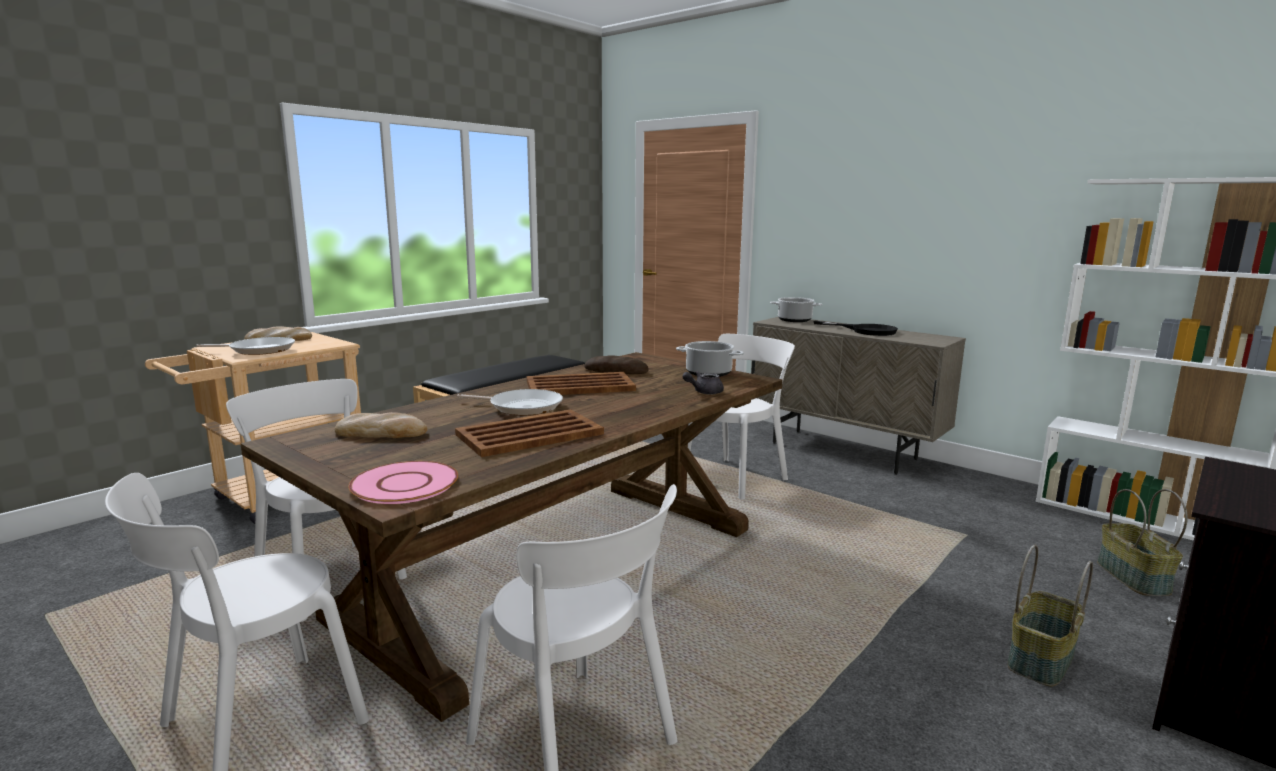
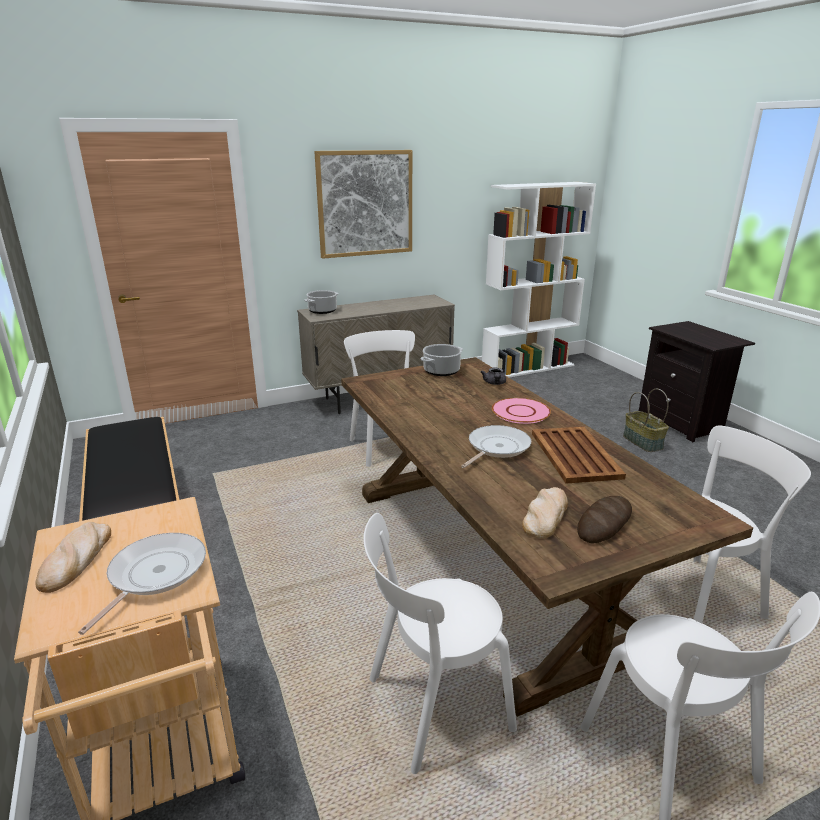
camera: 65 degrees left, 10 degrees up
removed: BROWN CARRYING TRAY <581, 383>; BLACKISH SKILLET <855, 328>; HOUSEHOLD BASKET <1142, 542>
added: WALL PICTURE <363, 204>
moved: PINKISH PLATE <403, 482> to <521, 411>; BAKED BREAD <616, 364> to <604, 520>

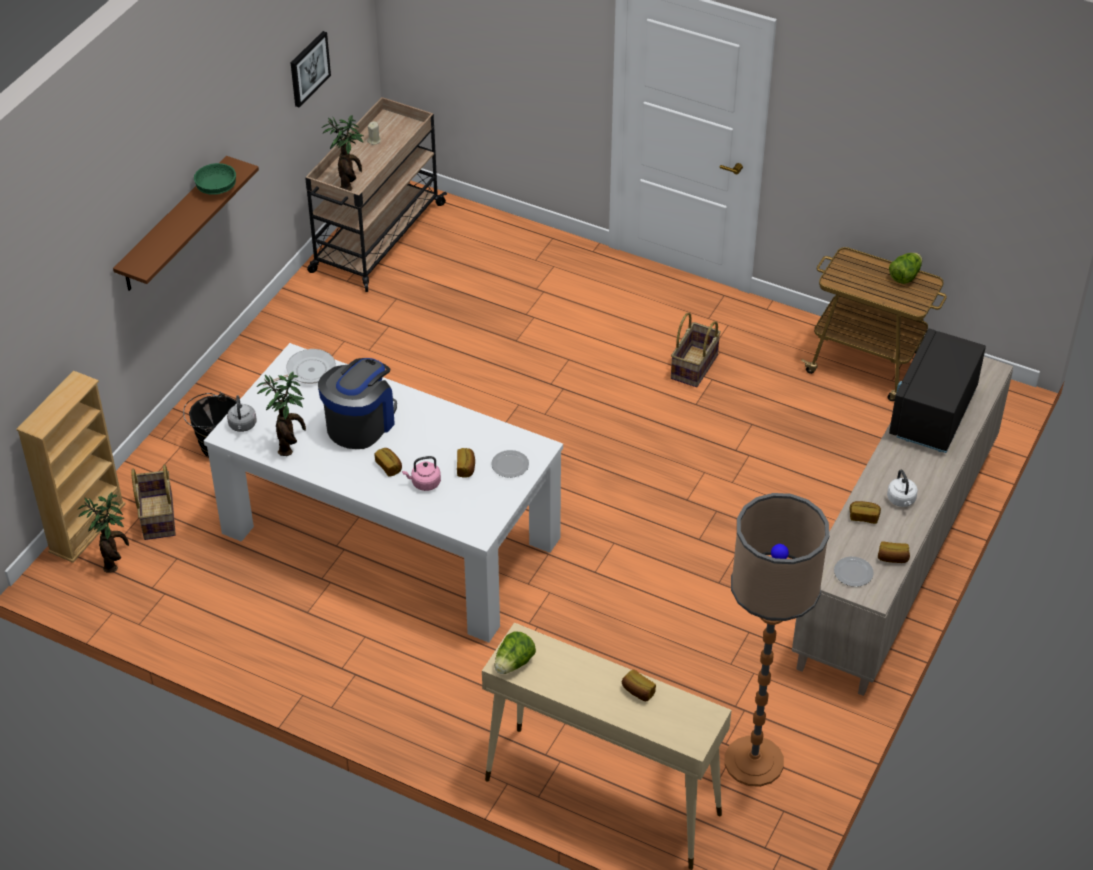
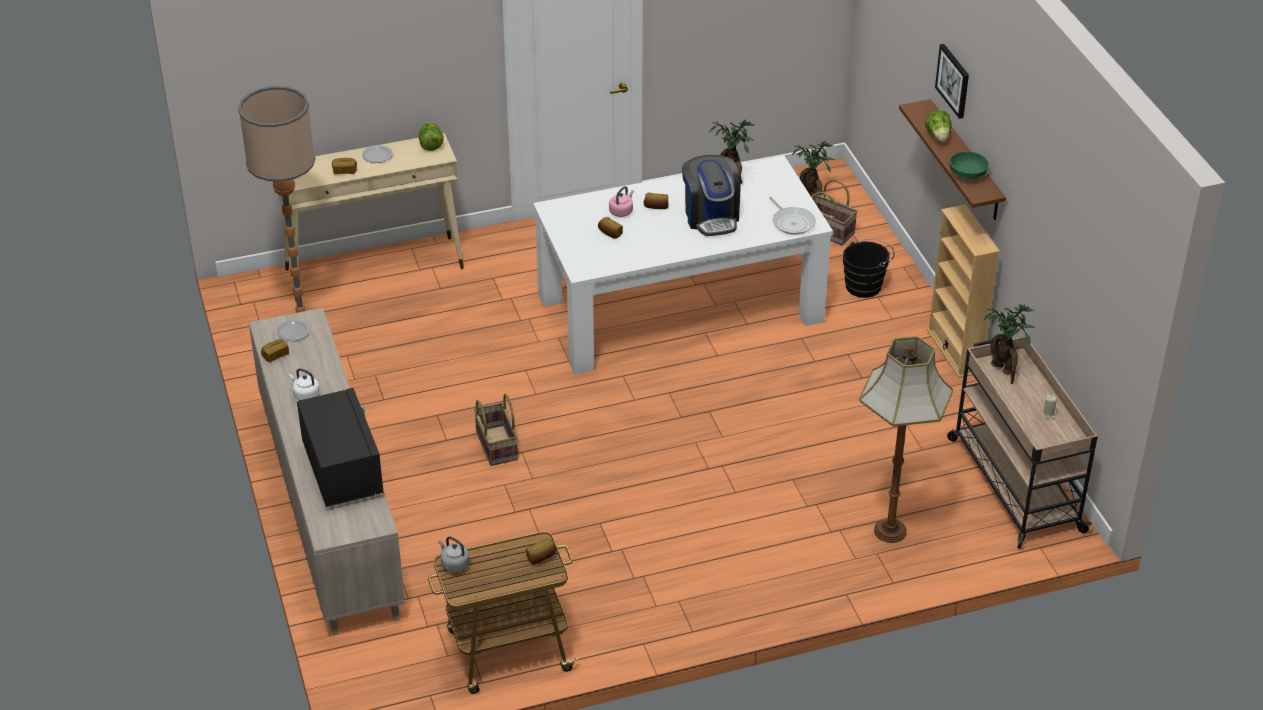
camera: 135 degrees right, 5 degrees down
added: FLOOR LAMP <906, 439>
moved: SAND-COLOURED BOOKSHELF <71, 466> to <963, 291>; GREY KETTLE <242, 413> to <454, 554>; WALL PICTURE <311, 69> to <952, 81>; PLATE <510, 464> to <377, 154>; HOUSEHOLD BASKET <696, 350> to <496, 430>; BAKED BREAD <865, 512> to <541, 551>; HEAD OF LETTUCE <905, 268> to <938, 126>
turned: SKILLET <299, 367> = <792, 216> 45 degrees counterclockwise

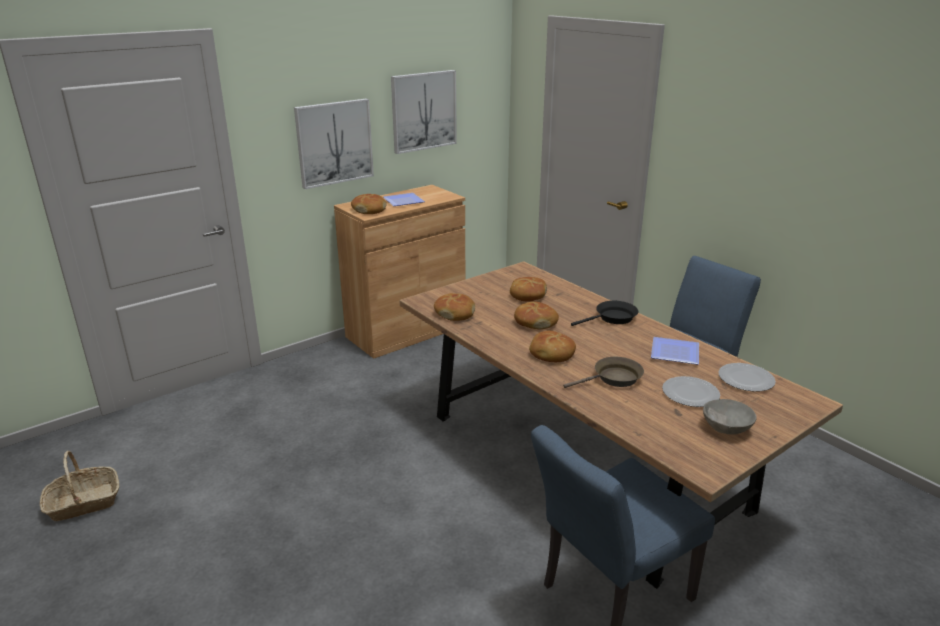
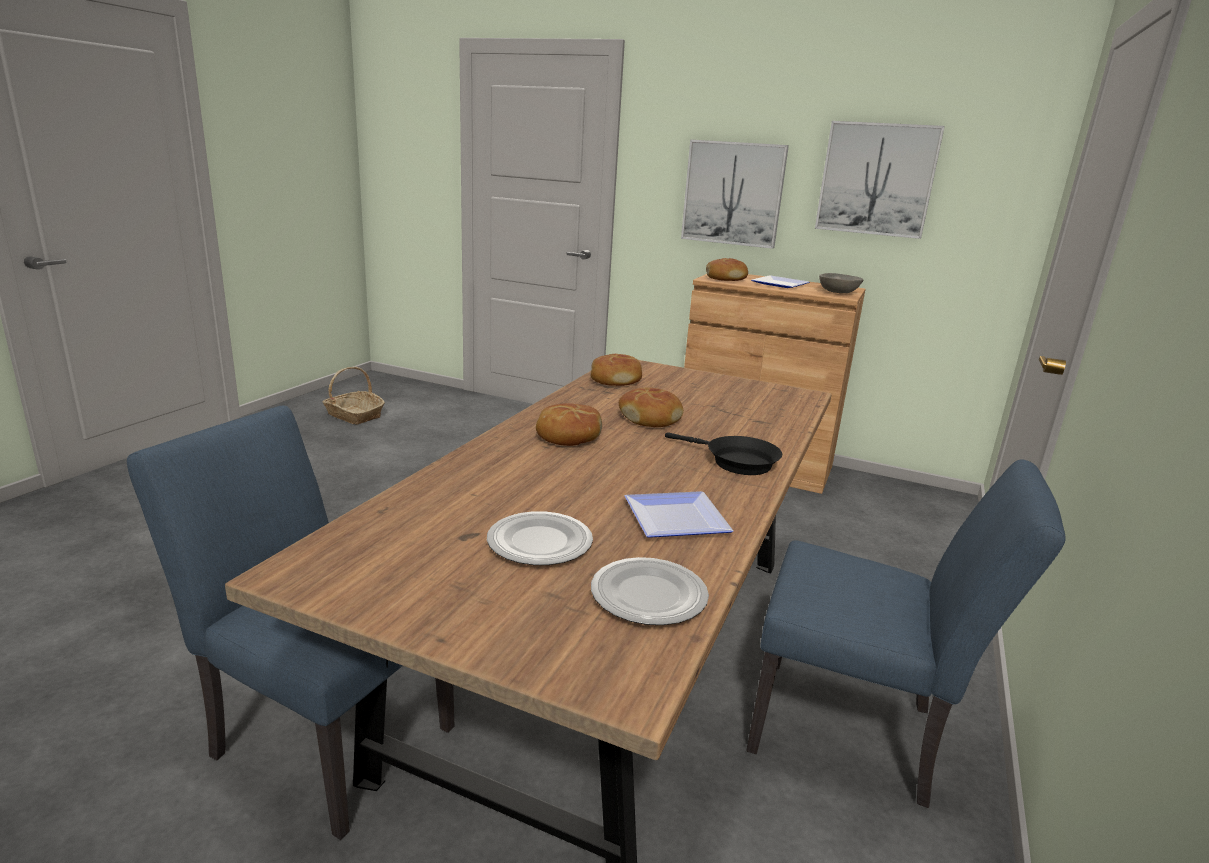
camera: 60 degrees right, 5 degrees down
removed: BAKED BREAD <528, 289>; BROWN SKILLET <603, 372>
moved: GREY DEEP DISH <730, 416> to <841, 283>

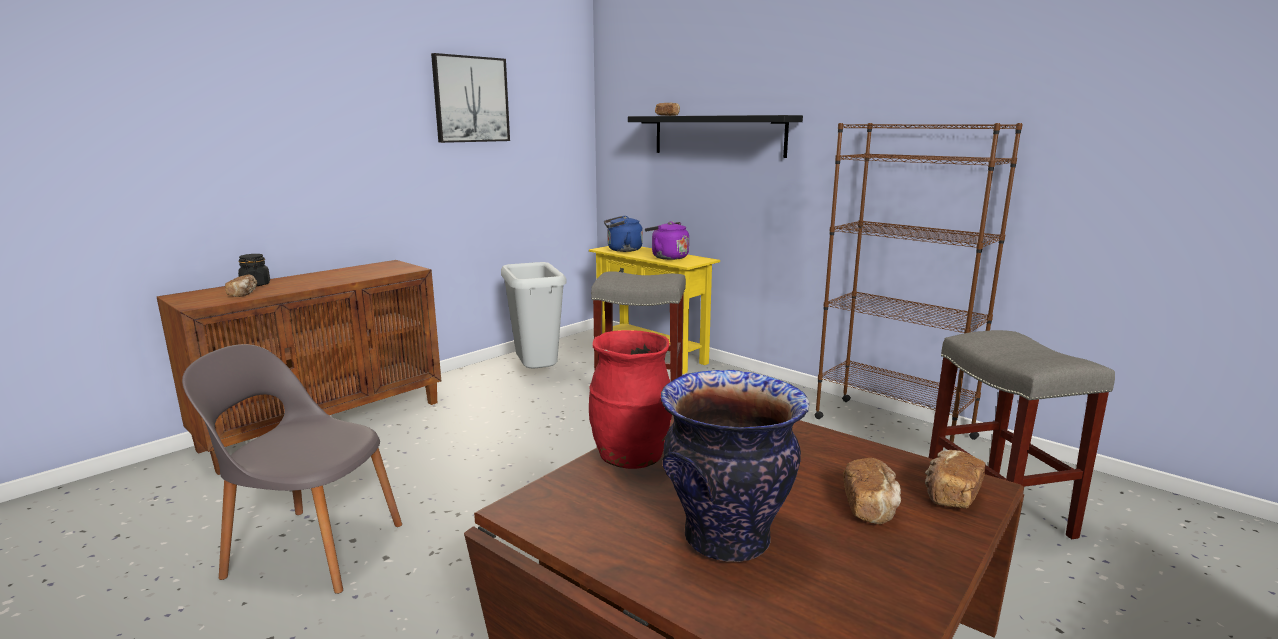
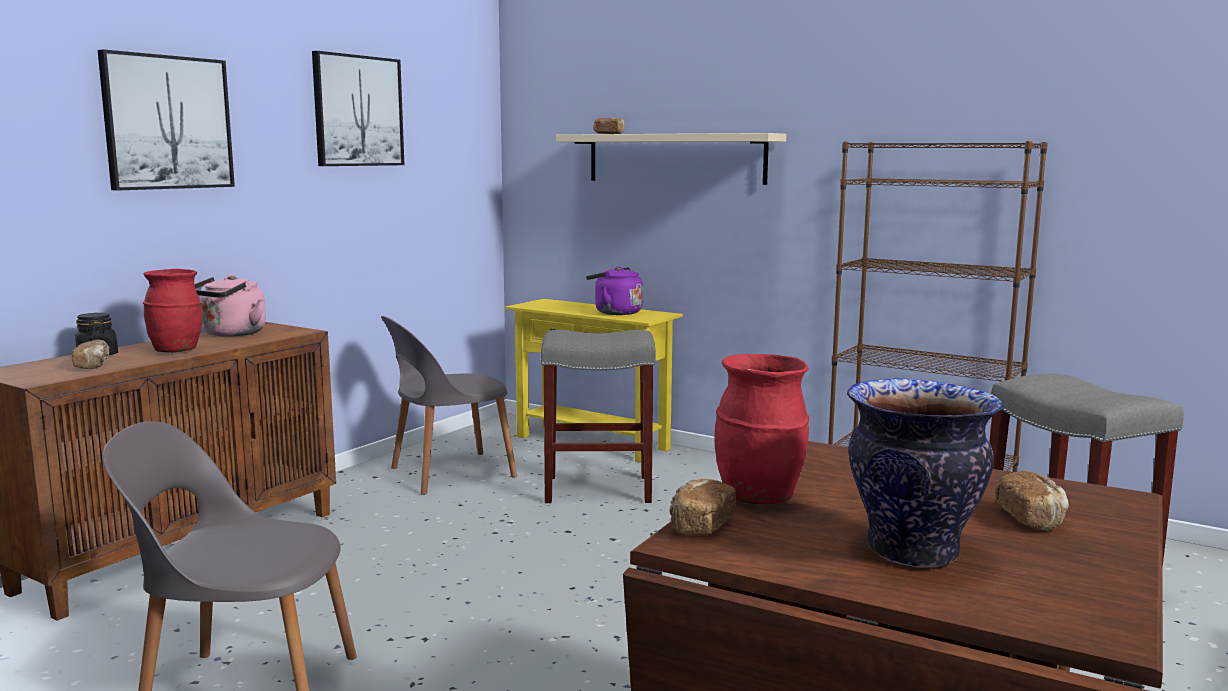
camera: 10 degrees left, 5 degrees down
removed: BLUISH KETTLE <623, 234>
added: WALL PICTURE <166, 120>; REDDISH FLOWER VASE <172, 310>; PINKISH KETTLE <230, 306>
moved: BAKED BREAD <955, 479> to <703, 507>
replaced: GREY WASTE BIN <534, 315> to GREY UPRIGHT CHAIR <449, 405>
recoloured: BLACKISH BRACKET SHELF <715, 136> to SAND-COLOURED BRACKET SHELF <671, 159>

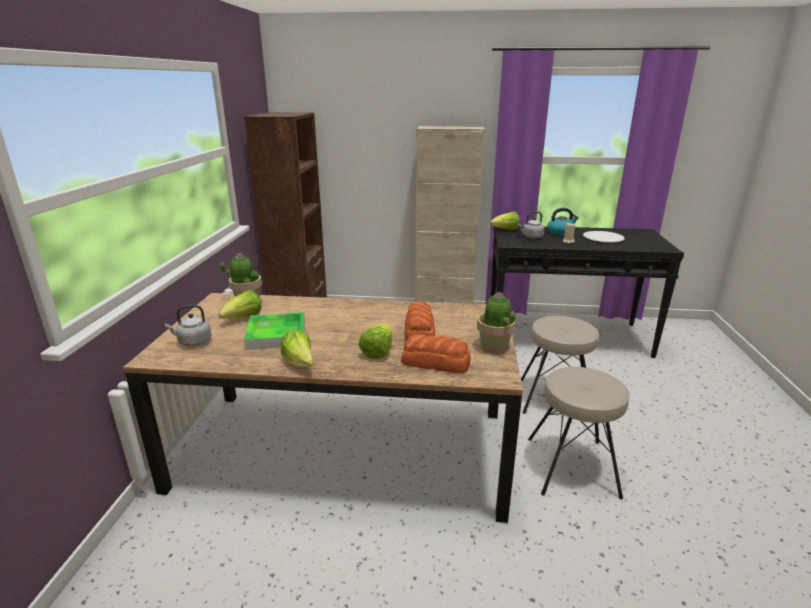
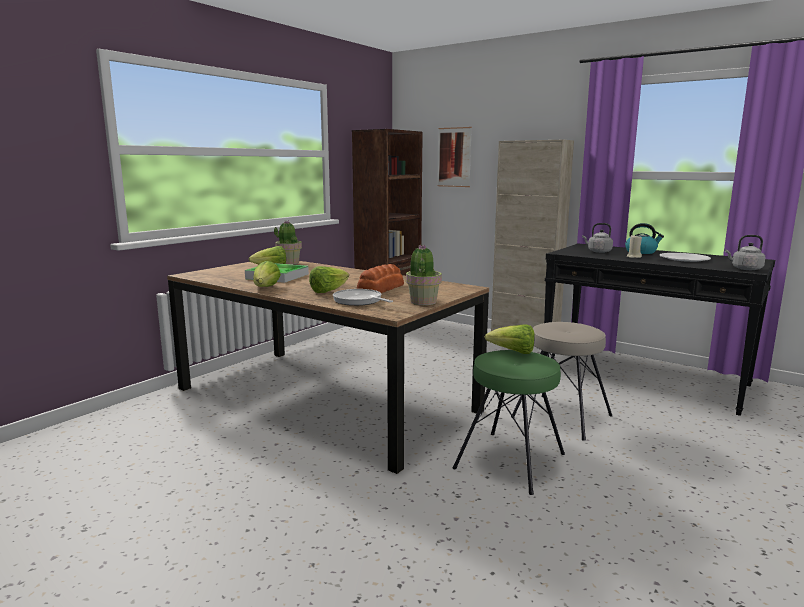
camera: 30 degrees right, 10 degrees down
added: WALL PICTURE <454, 157>
moved: GREY KETTLE <188, 326> to <745, 252>; HEAD OF LETTUCE <505, 221> to <510, 339>
replaced: BAKED BREAD <436, 353> to SKILLET <363, 297>
recoloured: SAND-COLOURED SITTING STOOL <578, 433> to GREEN-COLOURED SITTING STOOL <509, 422>

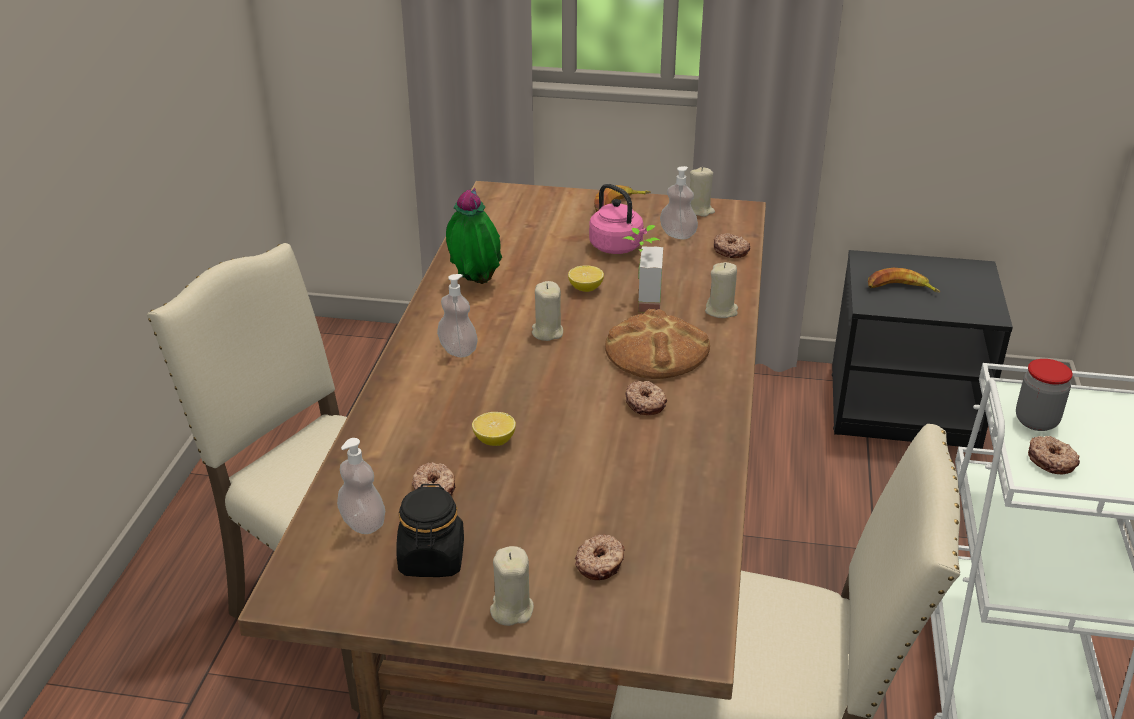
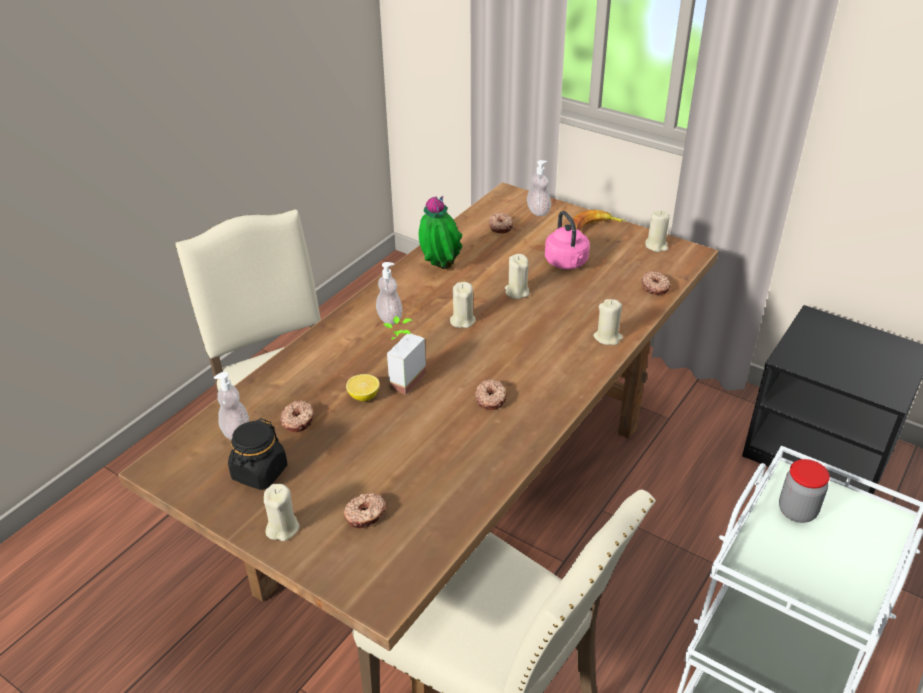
camera: 25 degrees right, 5 degrees up
removed: BAKED BREAD <657, 344>; WHOLE BANANA <904, 280>
moved: PLANT IN A POT <643, 268> to <404, 355>; LIQUID SOAP BOTTLE <679, 202> to <539, 188>; DOUGHNUT <1054, 455> to <500, 222>
replaced: WHOLE LEMON <586, 279> to SAND-COLOURED WAX CANDLE <517, 276>

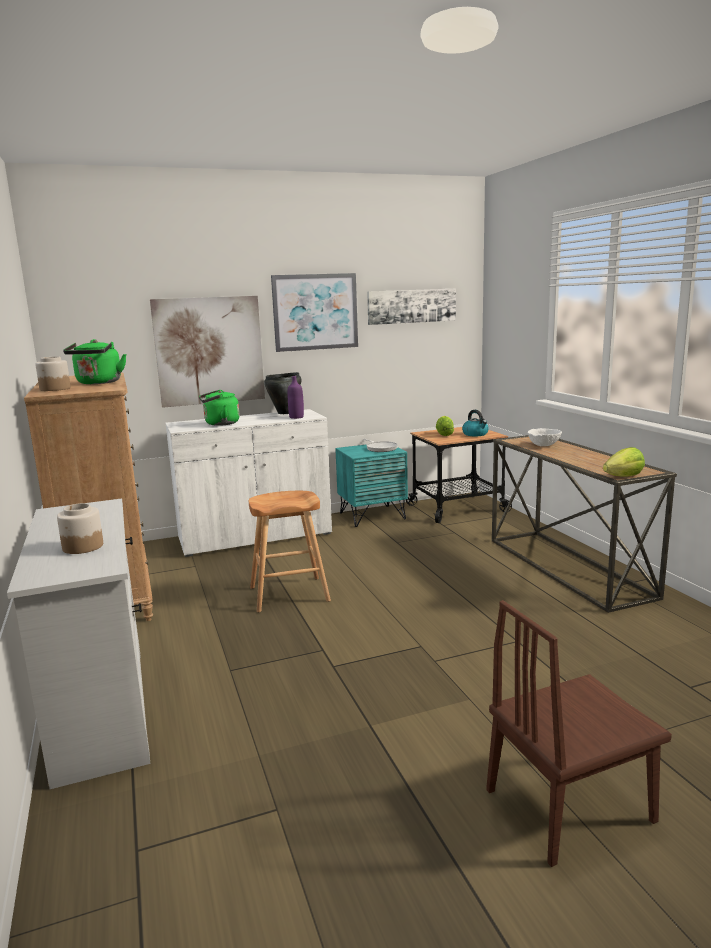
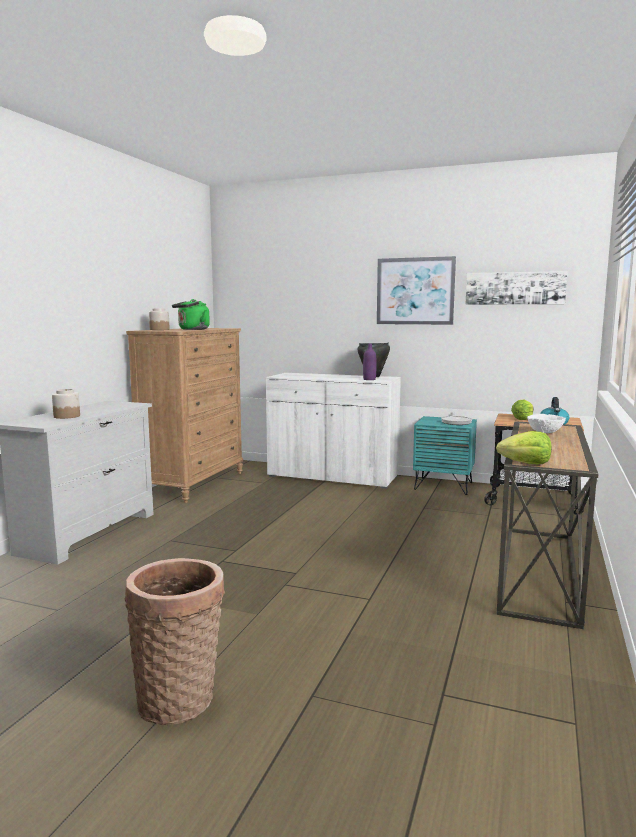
camera: 40 degrees right, 5 degrees down
removed: WALL PICTURE <207, 352>; GREEN-COLOURED KETTLE <219, 408>; BROWN SITTING STOOL <290, 552>
replaced: BROWN UPRIGHT CHAIR <579, 733> to HOUSEHOLD BASKET <174, 641>

